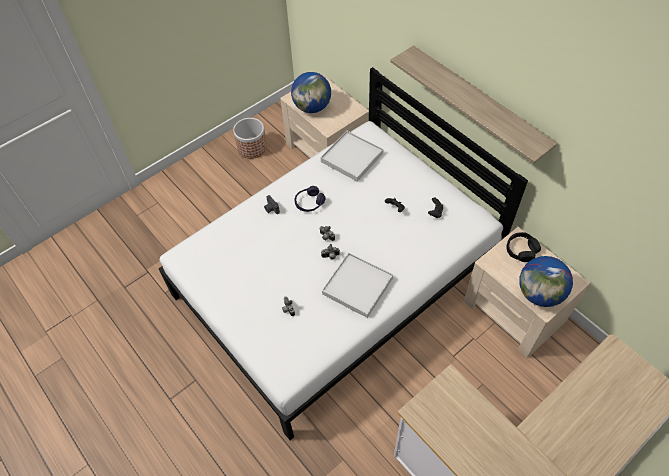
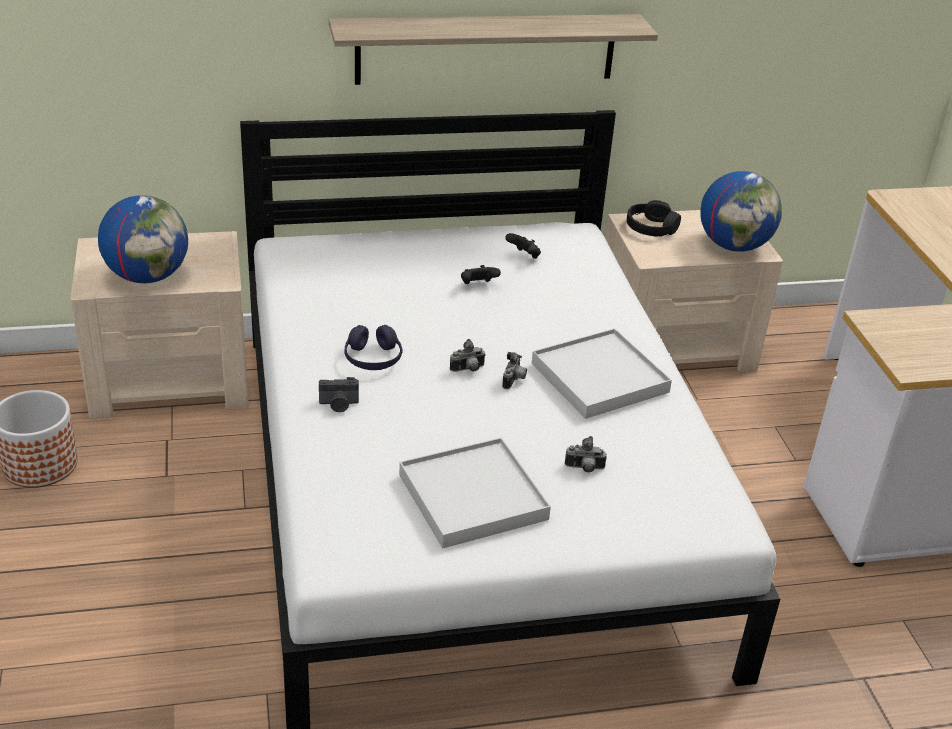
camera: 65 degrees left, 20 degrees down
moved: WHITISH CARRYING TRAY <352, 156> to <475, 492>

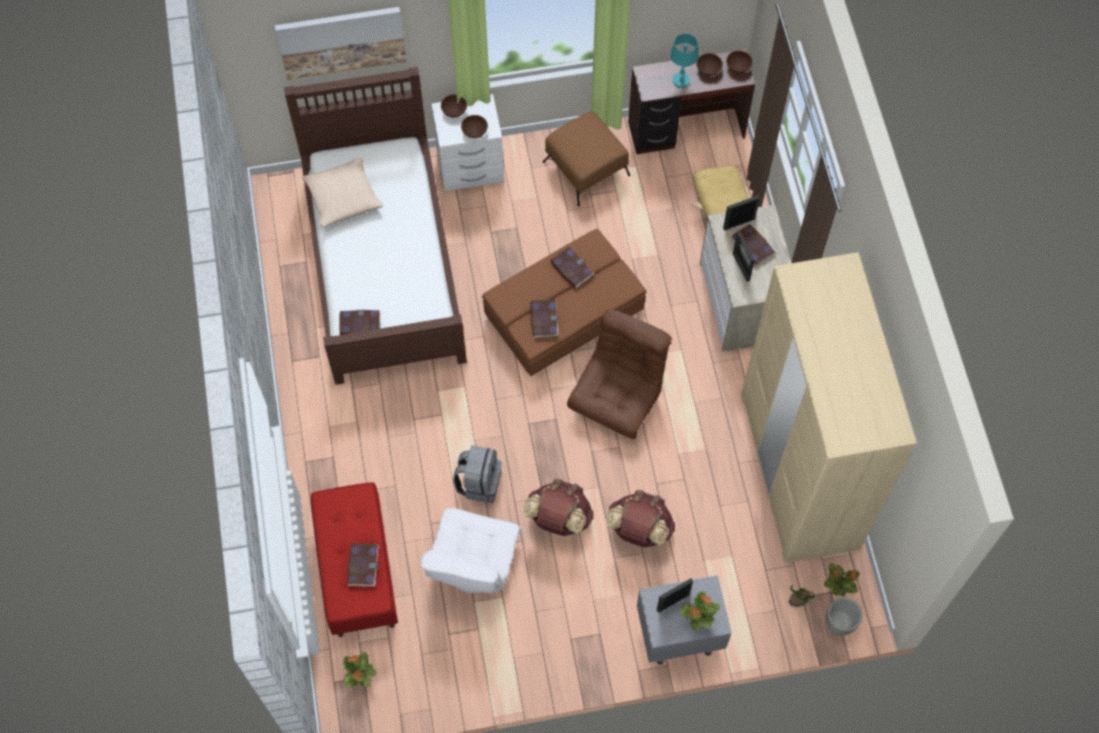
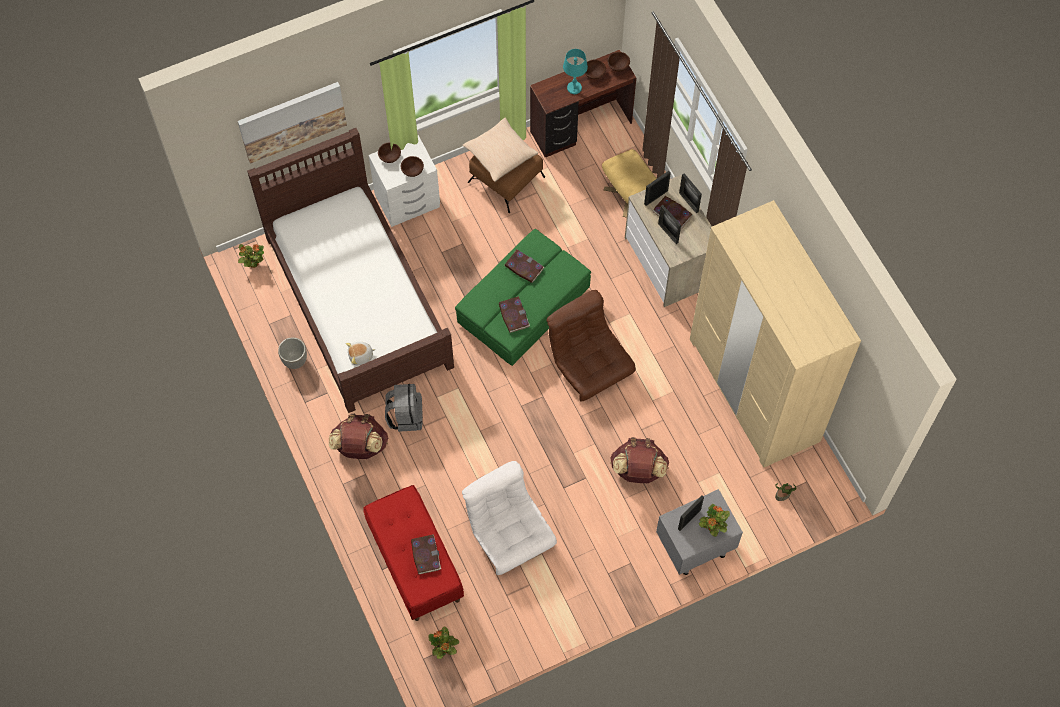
camera: 15 degrees left, 0 degrees up
added: PICTURE FRAME <690, 193>
moved: SAND-COLOURED THROW PILLOW <342, 192> to <500, 150>; GREY KNAPSACK <477, 474> to <404, 408>; BROWN KNAPSACK <558, 507> to <358, 436>; PLANT IN A POT <842, 580> to <251, 256>; PLANT POT <844, 617> to <292, 353>
replaced: BOOK <360, 322> to CUDDLY TOY <361, 354>
recoloured: BROWN FOOTREST <564, 302> to GREEN-COLOURED FOOTREST <523, 297>
turned: WHITISH ARMCHAIR <470, 550> = <509, 518> 150 degrees clockwise; BROWN ARMCHAIR <619, 374> = <591, 345> 45 degrees counterclockwise

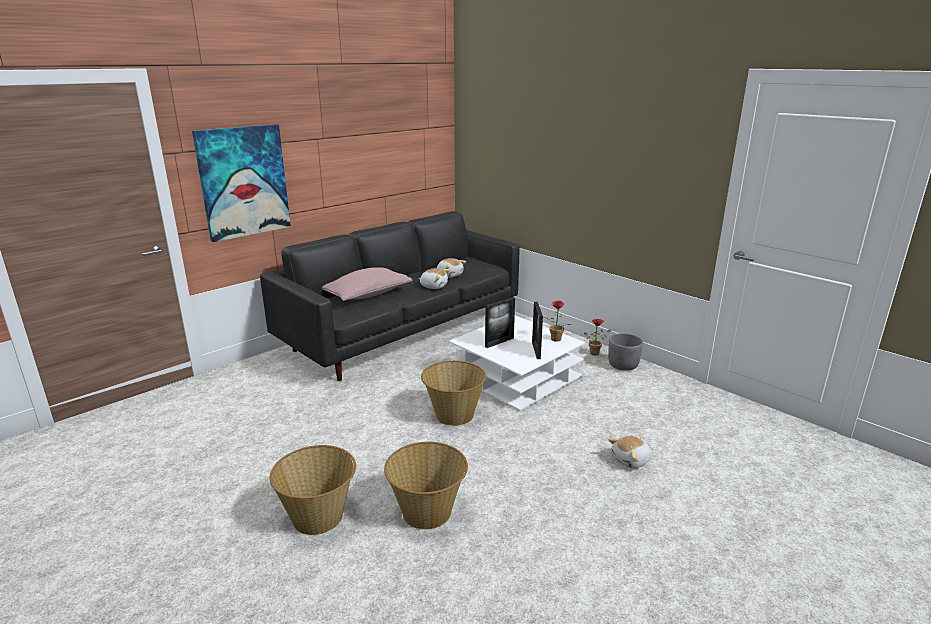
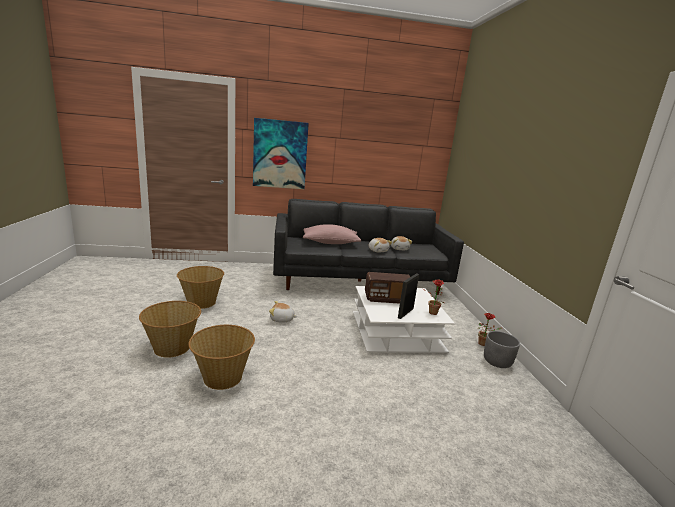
camera: 35 degrees right, 5 degrees down
moved: HOUSEHOLD BASKET <453, 393> to <200, 287>; CUDDLY TOY <630, 452> to <283, 312>
replaced: PICTURE FRAME <500, 322> to RADIO RECEIVER <387, 288>

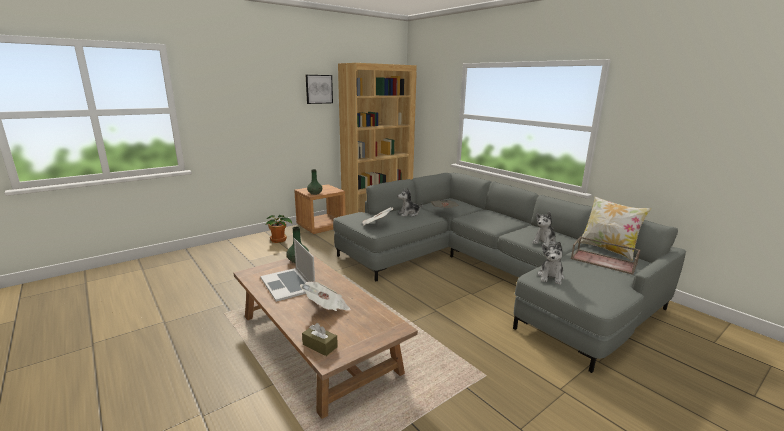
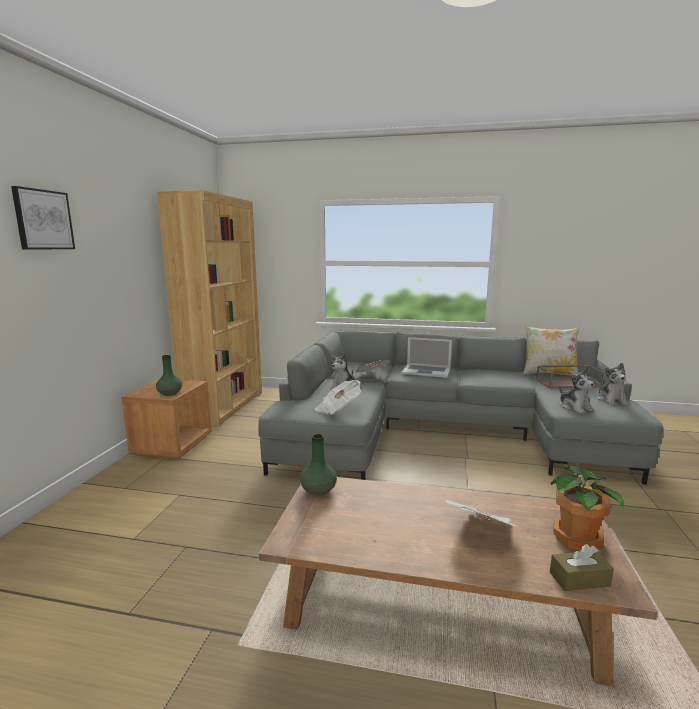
camera: 40 degrees left, 5 degrees down
moved: NOTEBOOK COMPUTER <287, 270> to <426, 357>; PLANT IN A POT <279, 229> to <587, 508>; WALL PICTURE <319, 89> to <43, 218>; CUDDLY TOY <544, 229> to <612, 384>

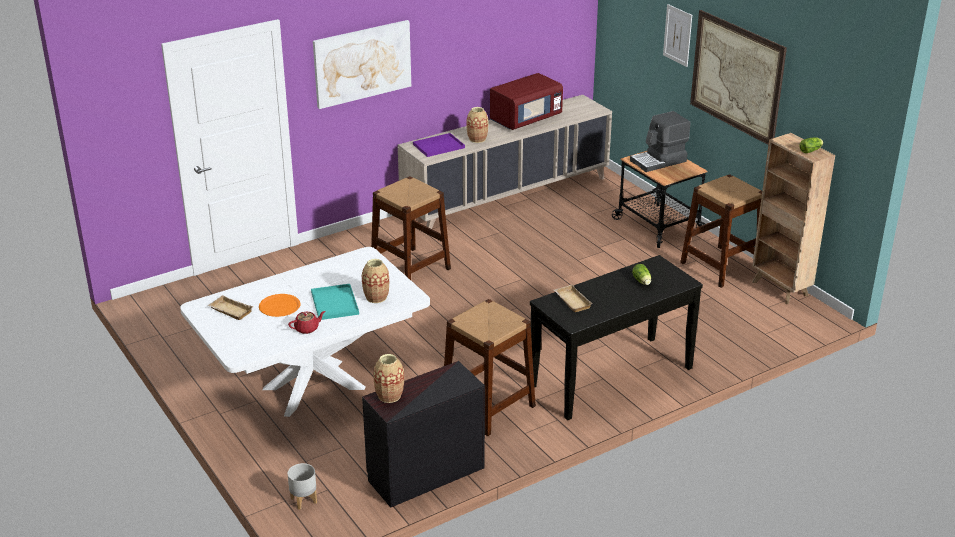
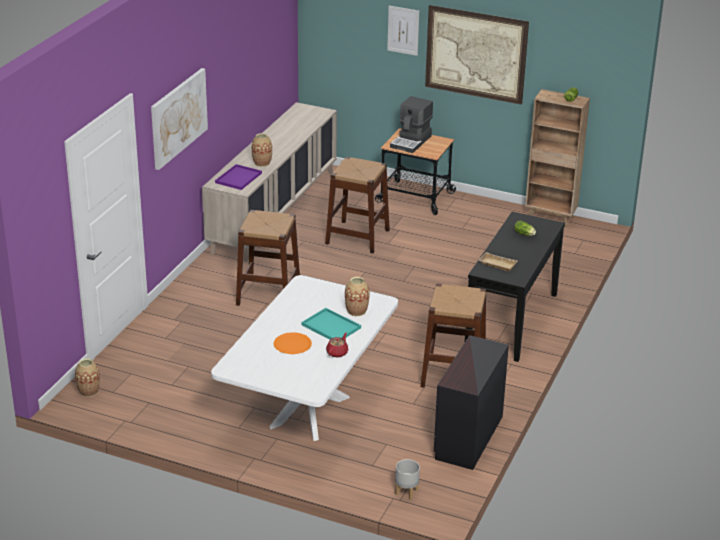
camera: 35 degrees left, 0 degrees up
removed: SAND-COLOURED CARRYING TRAY <230, 307>; REDDISH MICROWAVE <526, 101>
moved: FLOWER VASE <388, 378> to <87, 378>; BROWN SITTING STOOL <721, 231> to <357, 205>

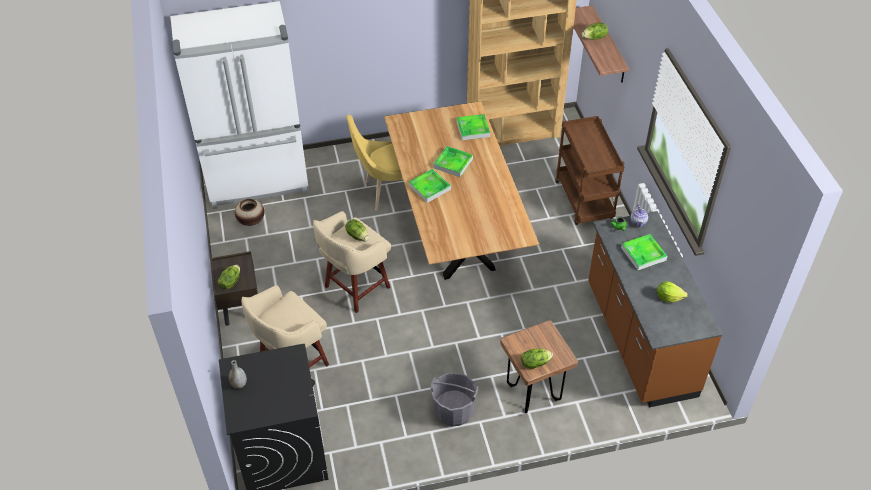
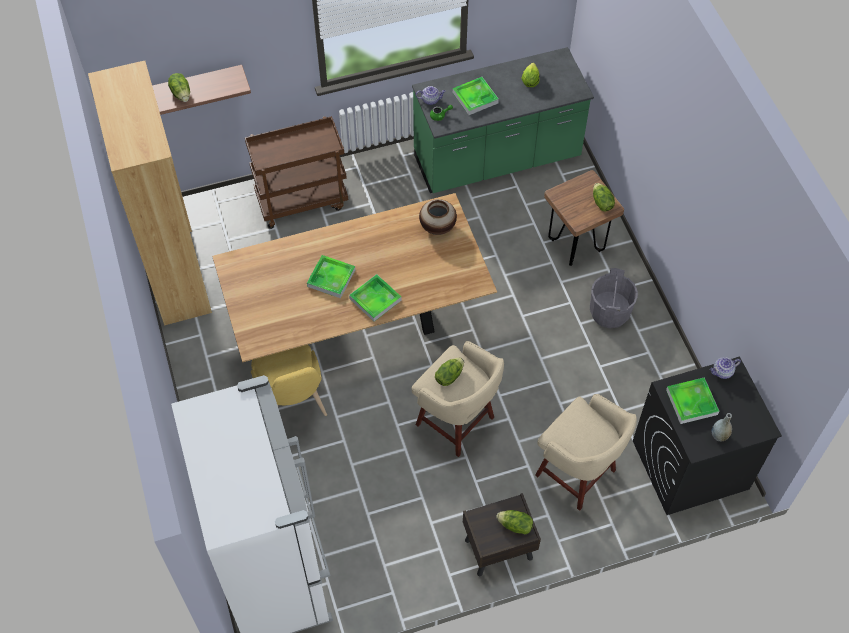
camera: 95 degrees left, 10 degrees up
added: TEAPOT <725, 368>
moved: FLOWER VASE <249, 212> to <438, 217>; CARRYING TRAY <473, 127> to <692, 400>
recoloured: BROWN KITCHEN BASE UNIT <655, 309> to GREEN-COLOURED KITCHEN BASE UNIT <503, 120>

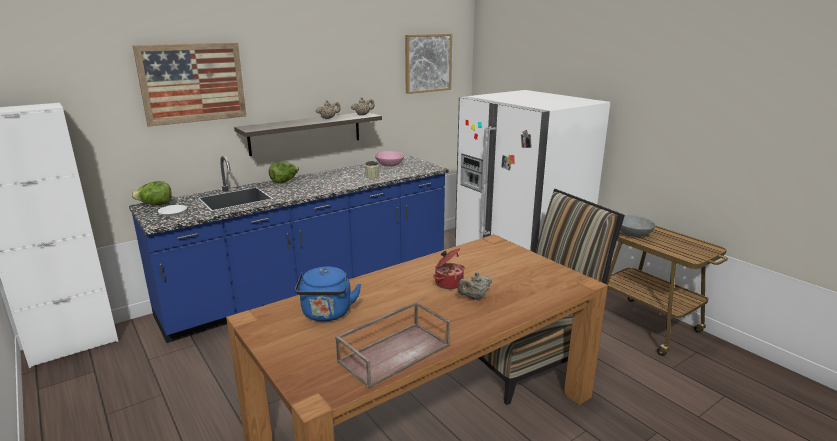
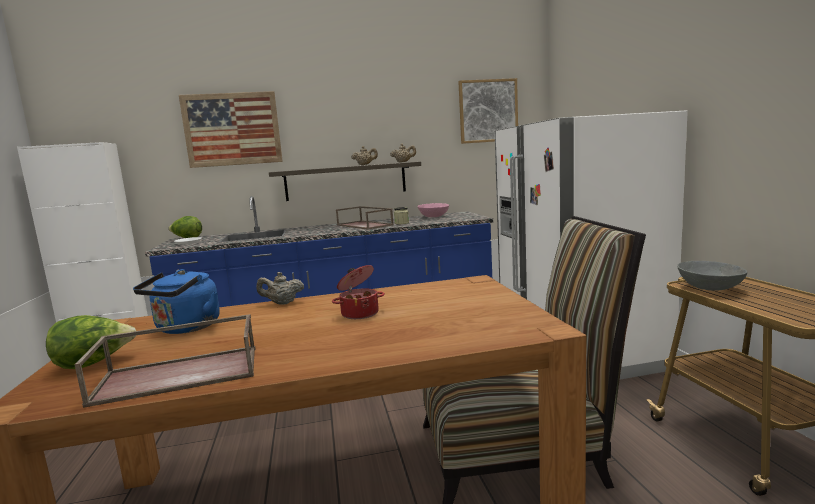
camera: 25 degrees right, 10 degrees down
added: BROWN CARRYING TRAY <365, 218>
moved: HEAD OF LETTUCE <284, 172> to <91, 342>; SAND-COLOURED TEAPOT <474, 286> to <280, 288>

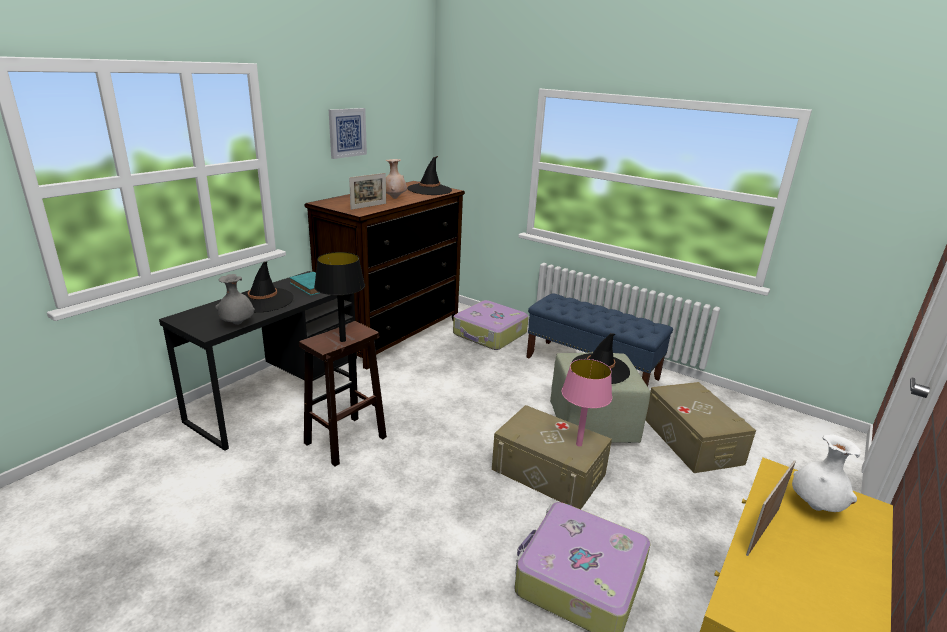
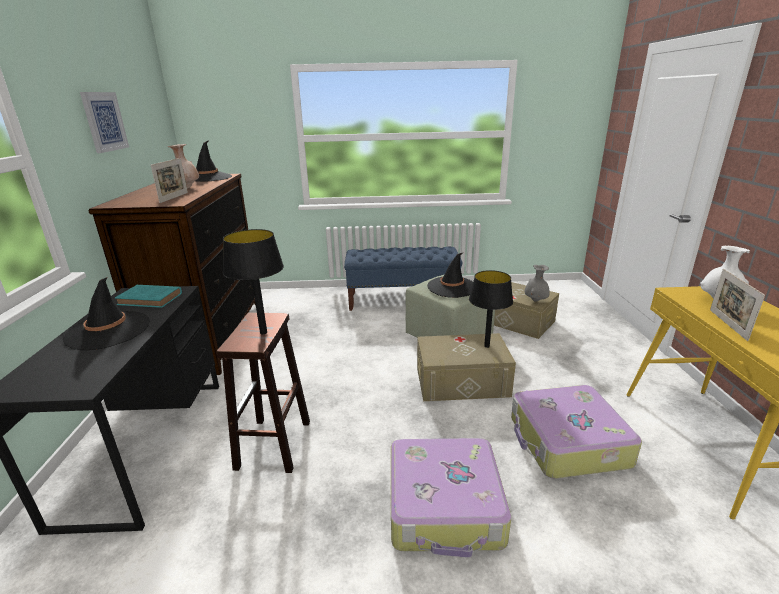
camera: 35 degrees left, 0 degrees up
moved: GREY FLOWER VASE <235, 299> to <537, 283>; SUITCASE <491, 325> to <451, 498>
recoloured: PINKISH LAMP FOR A TABLE <587, 402> to BLACKISH LAMP FOR A TABLE <491, 309>

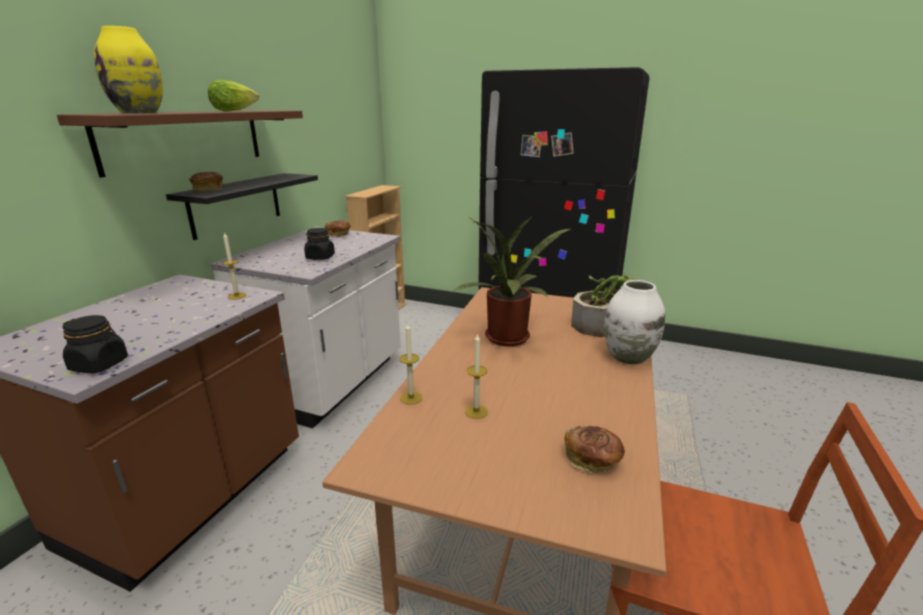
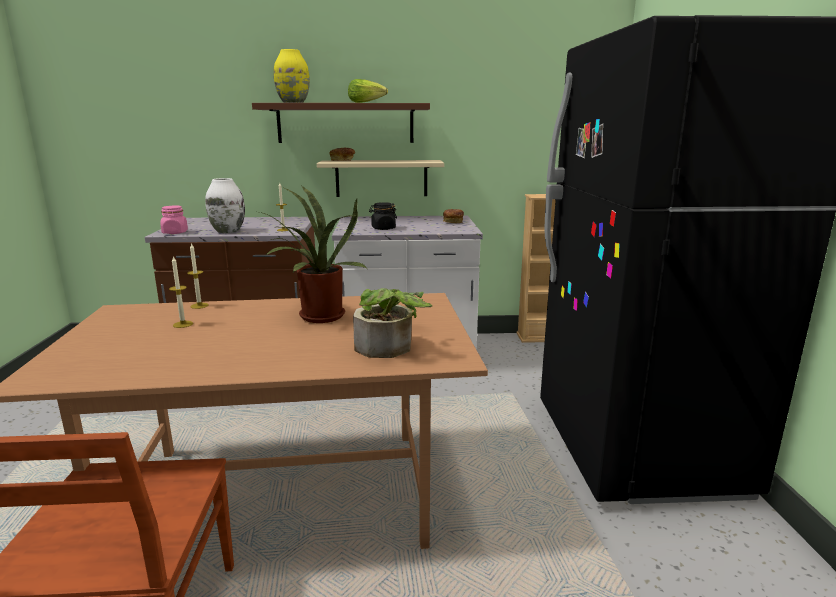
camera: 65 degrees right, 5 degrees down
removed: BAKED BREAD <595, 449>
moved: WHITISH FLOWER VASE <634, 322> to <225, 205>
recoloured: BLACKISH JAR <95, 344> to PINKISH JAR <174, 220>; BLACKISH BRACKET SHELF <242, 206> to SAND-COLOURED BRACKET SHELF <380, 178>

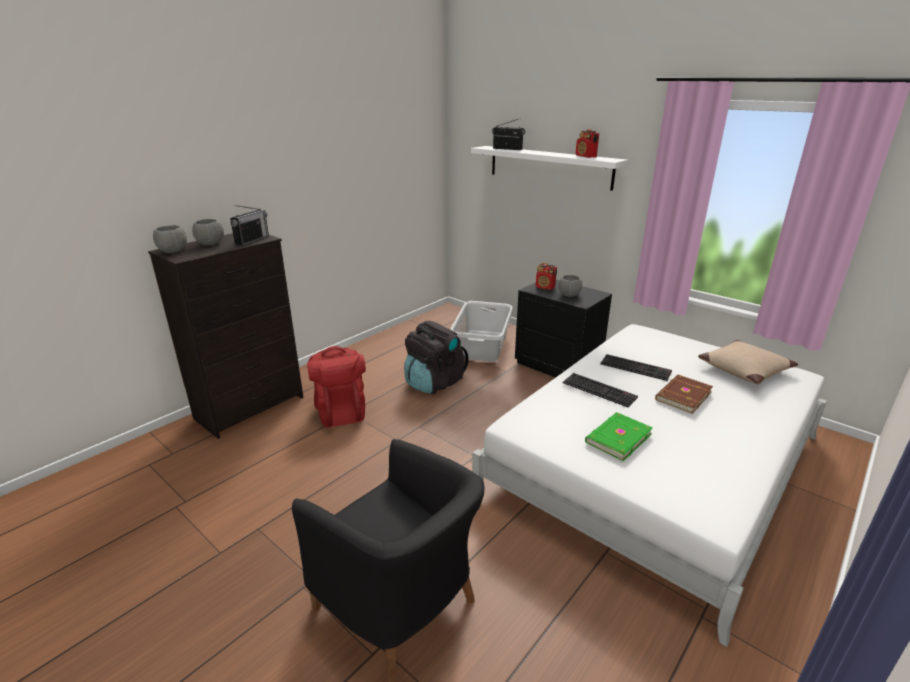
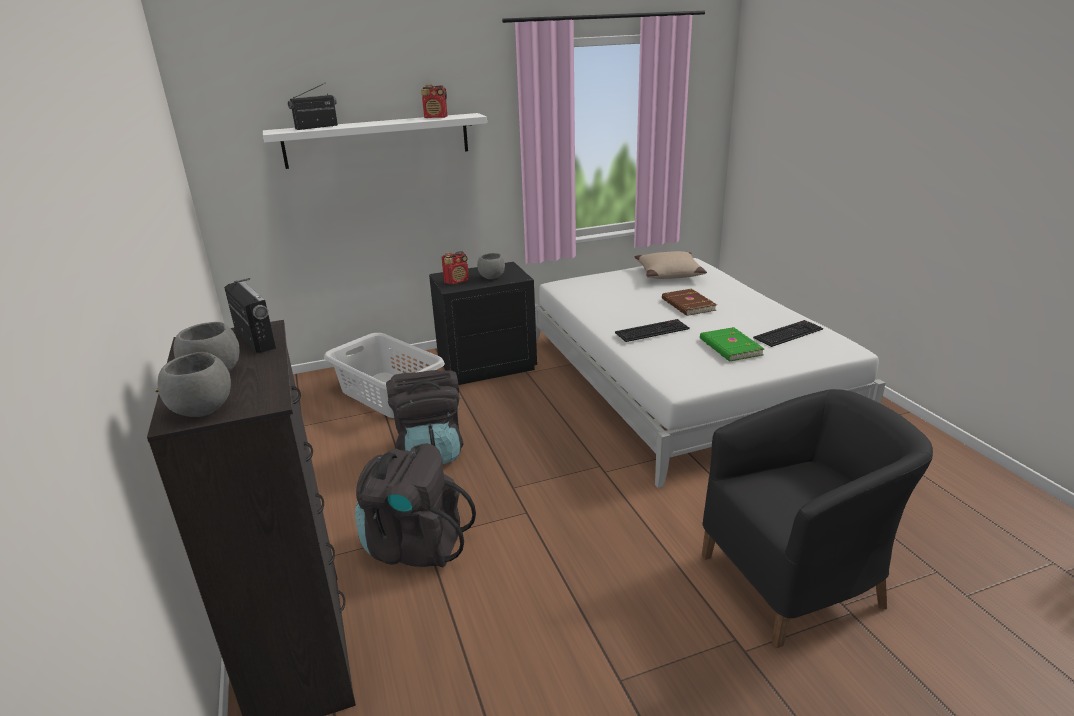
camera: 60 degrees left, 0 degrees up
moved: PC KEYBOARD <636, 367> to <788, 333>
recoloured: REDDISH KNAPSACK <336, 386> to BLACKISH KNAPSACK <415, 505>

